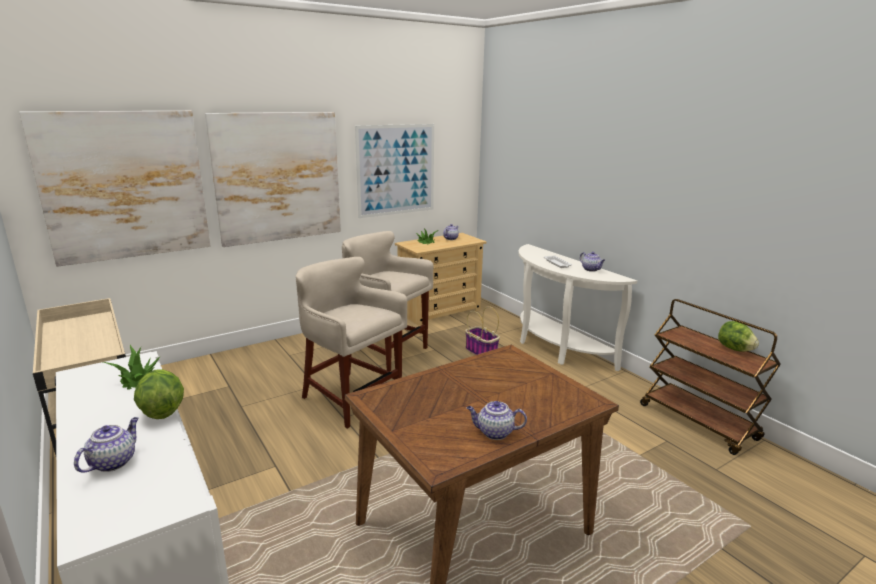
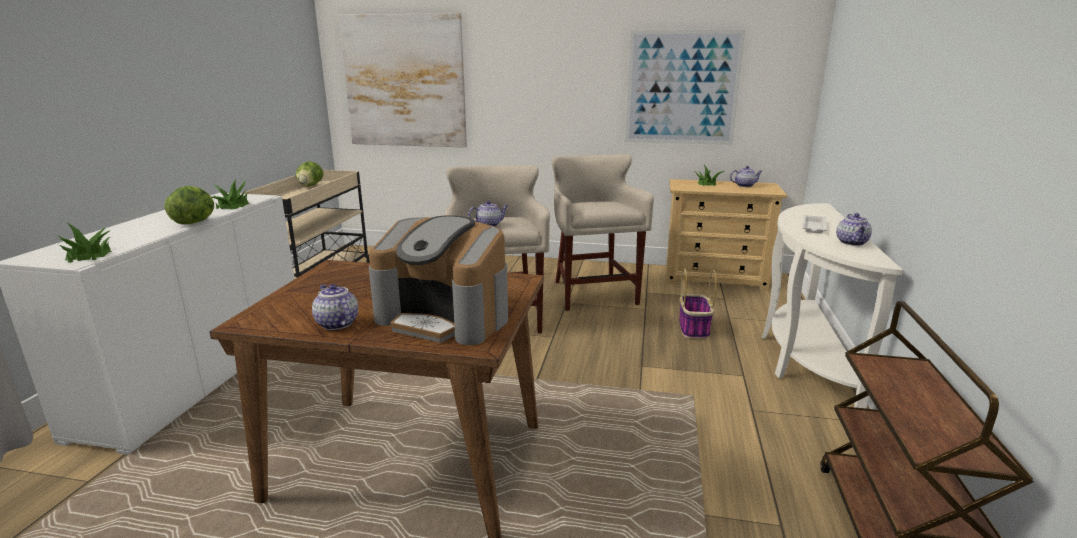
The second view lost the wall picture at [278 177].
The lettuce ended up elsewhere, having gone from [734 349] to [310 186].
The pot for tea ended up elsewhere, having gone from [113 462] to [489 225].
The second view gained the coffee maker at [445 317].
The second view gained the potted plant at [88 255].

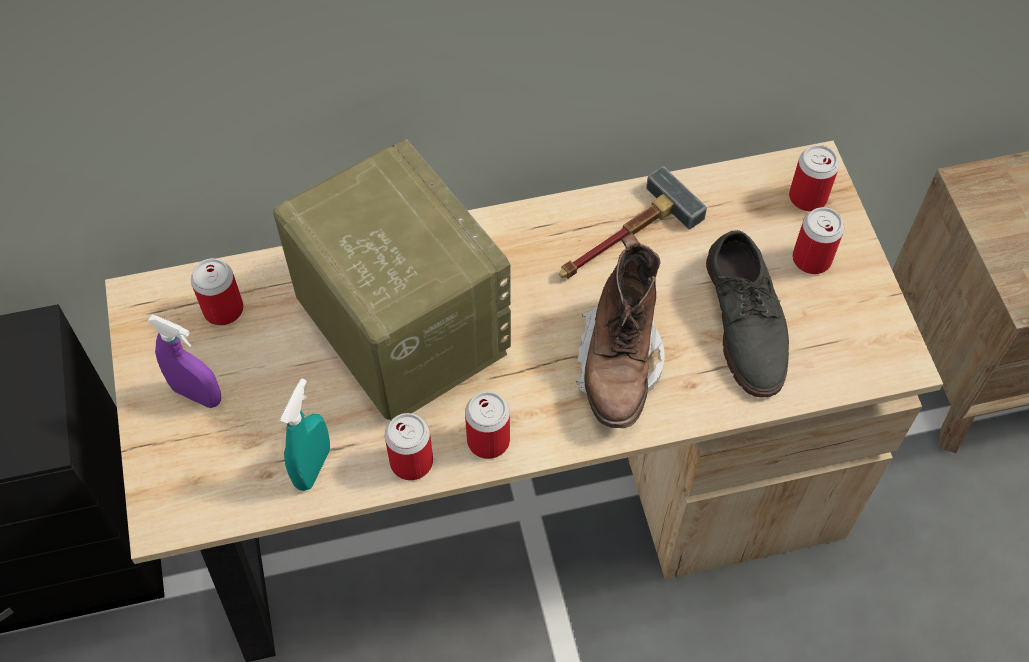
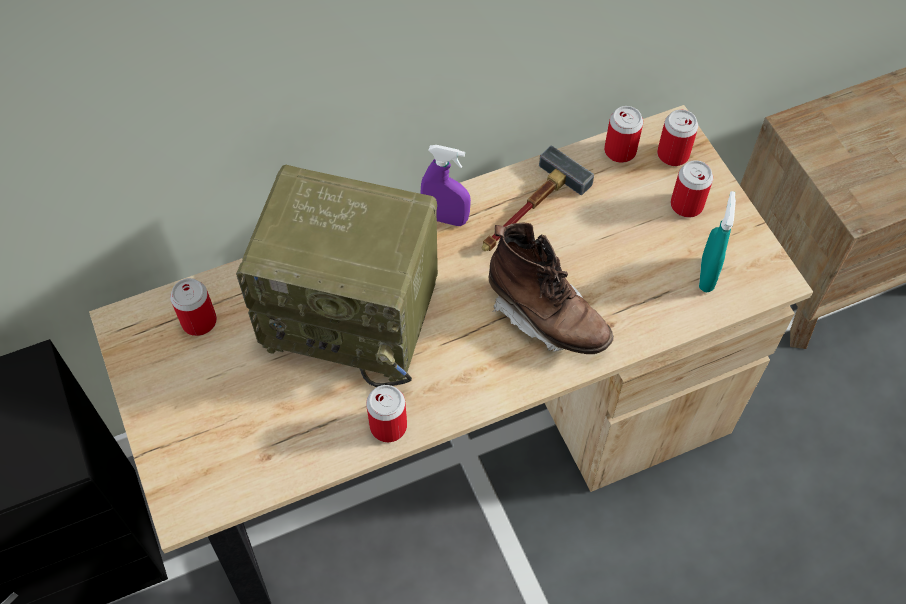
The radio at [399 326] ended up facing another way, 150 degrees clockwise from before.
The second view lost the greyish item of footwear at [746 321].
The brown-coloured boot at [619 364] ended up facing another way, 45 degrees counterclockwise from before.
The purple-coloured sprayer ended up elsewhere, having gone from [197 394] to [445 218].
The turquoise-coloured sprayer ended up elsewhere, having gone from [313 467] to [706 275].
The metal can ended up elsewhere, having gone from [488 440] to [620 151].

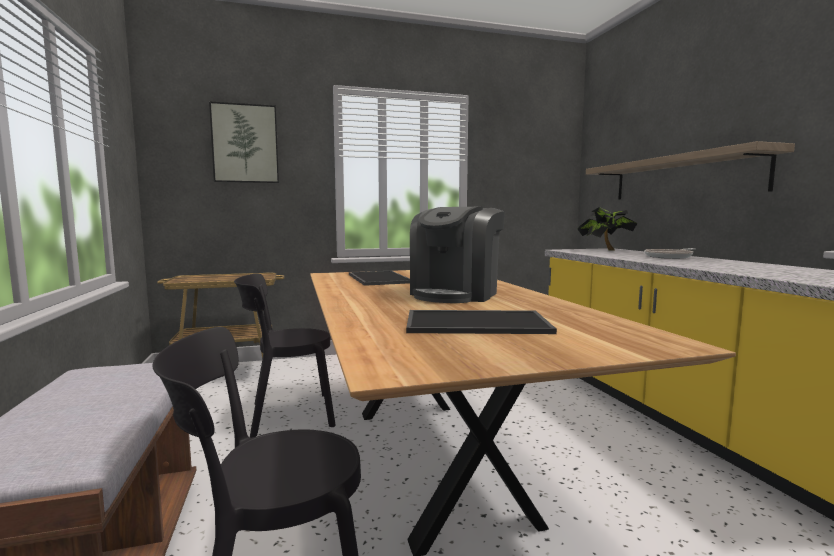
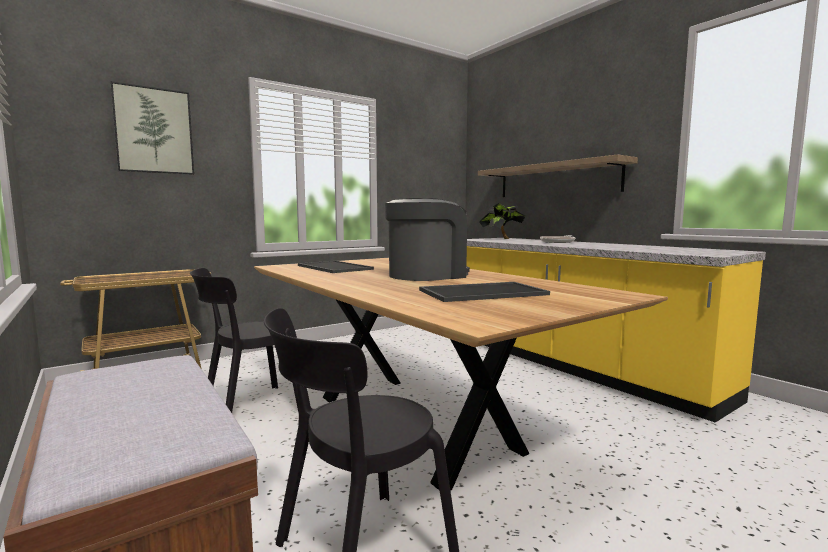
The coffee maker at [456 294] ended up facing another way, 135 degrees counterclockwise from before.

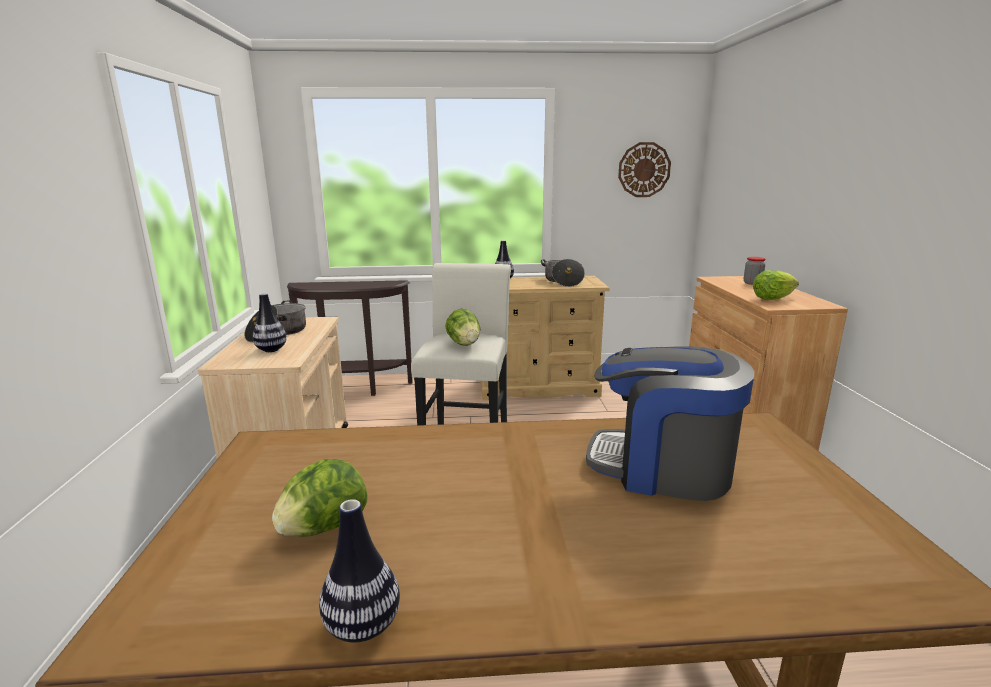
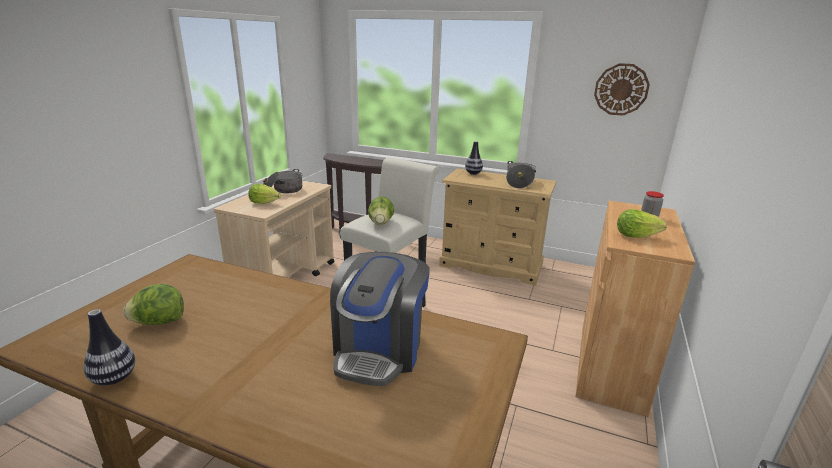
Where the flower vase stood at [271 350], the lettuce came to stand at [264 203].
The coffee maker at [662 467] ended up facing another way, 120 degrees counterclockwise from before.

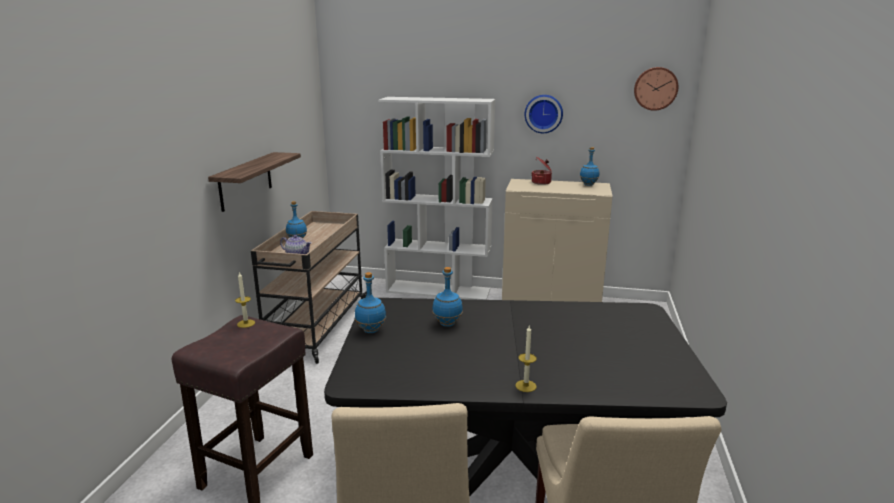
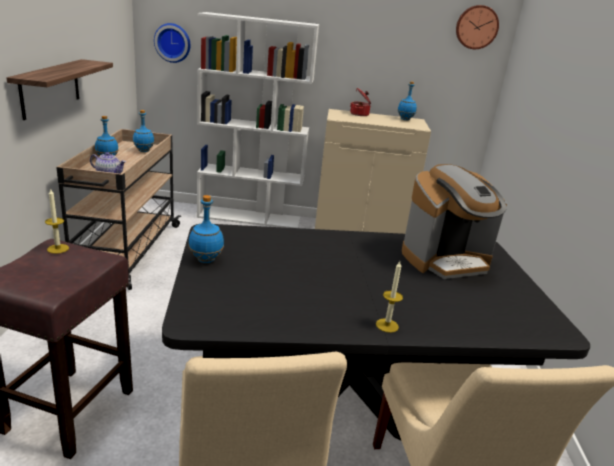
The wall clock ended up elsewhere, having gone from [543 113] to [173 42].
The blue bottle ended up elsewhere, having gone from [447 324] to [143 151].
The second view gained the coffee maker at [446 260].

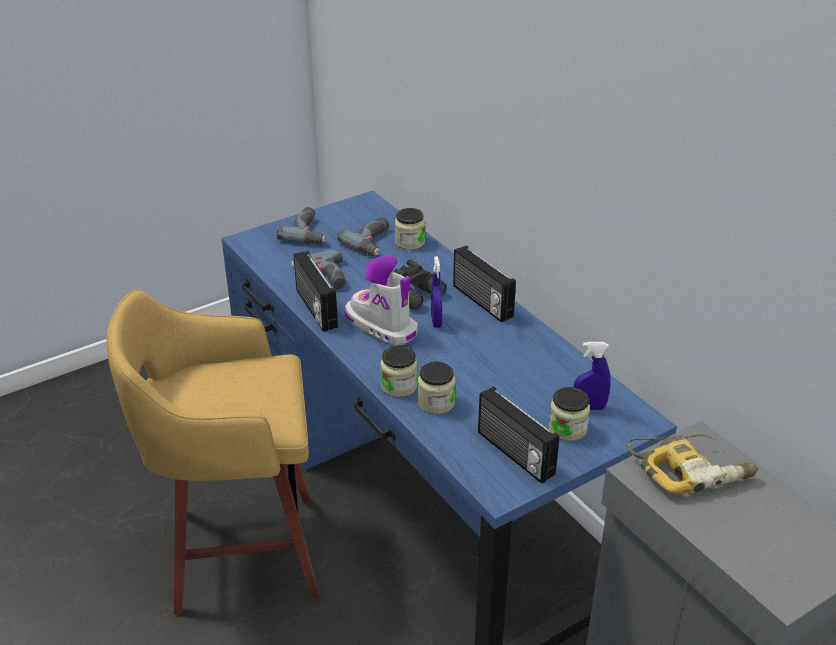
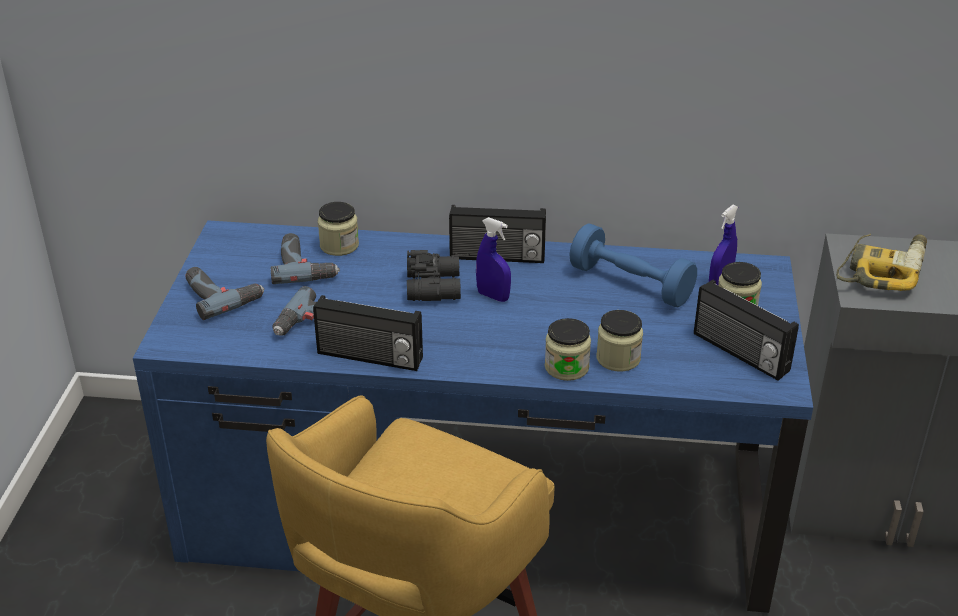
The second view lost the boot at [380 326].
The radio at [514 454] ended up facing another way, 45 degrees clockwise from before.
The second view gained the blue dumbbell at [630 284].

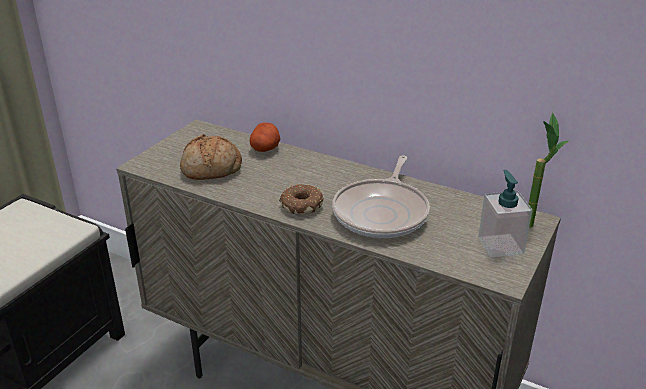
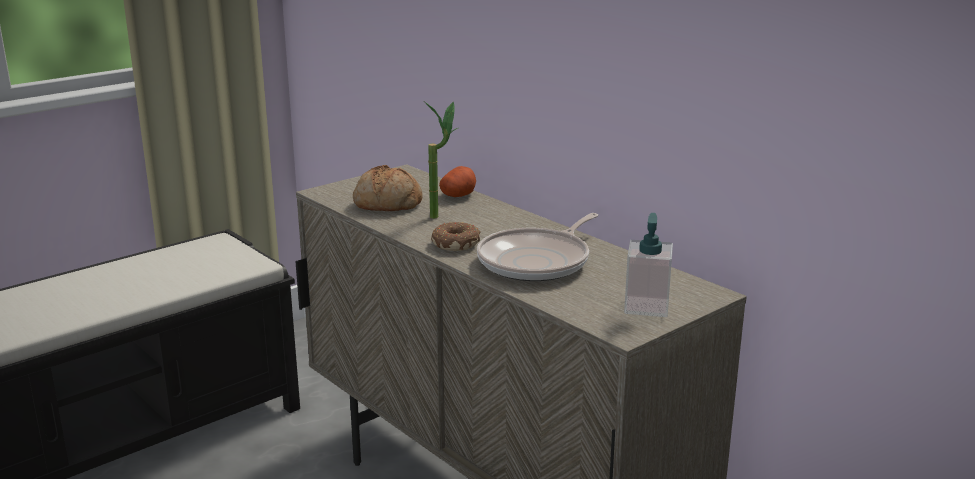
The potted plant ended up elsewhere, having gone from [532 221] to [441 215].

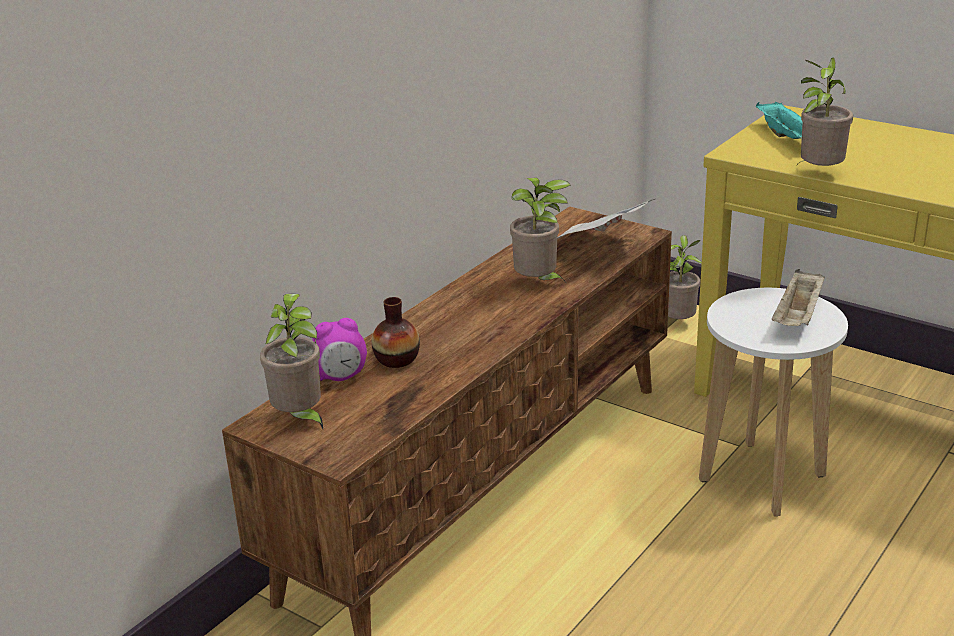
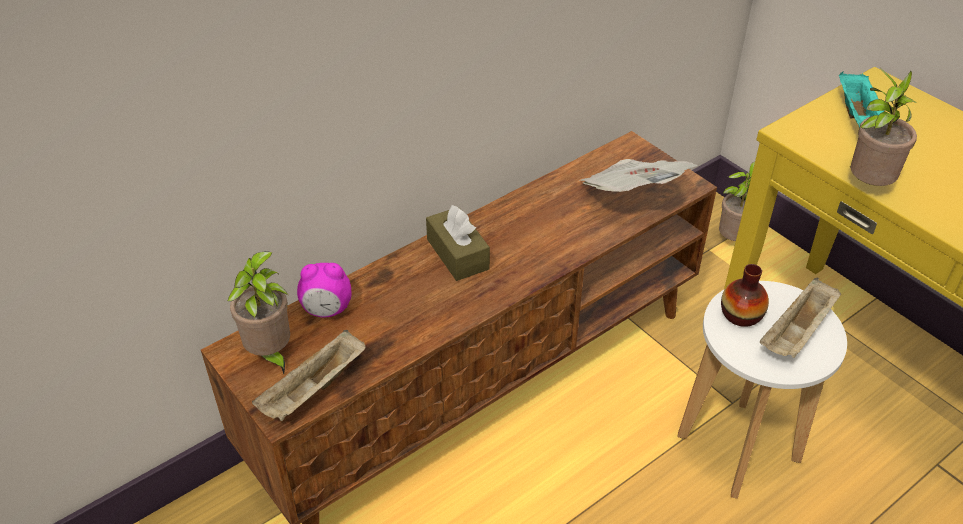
The second view lost the potted plant at [538 284].
The flower vase ended up elsewhere, having gone from [397 359] to [741 315].
The second view gained the brown-coloured tissue box at [457 254].
The second view gained the beige-coloured carrying tray at [314 390].

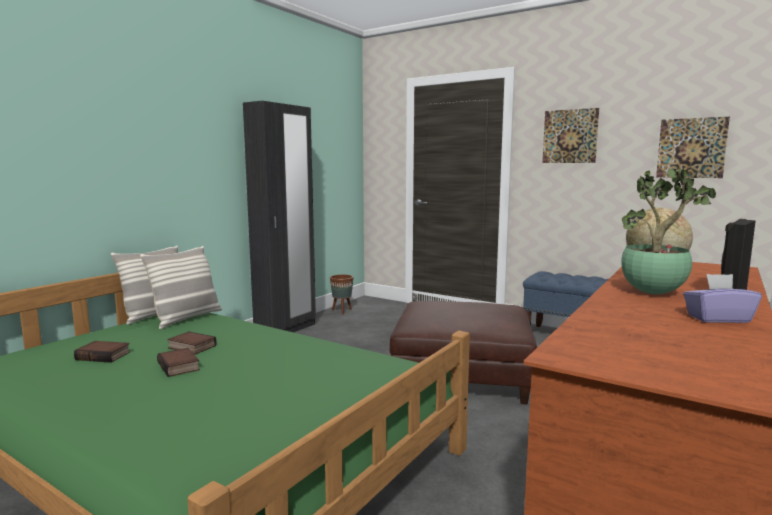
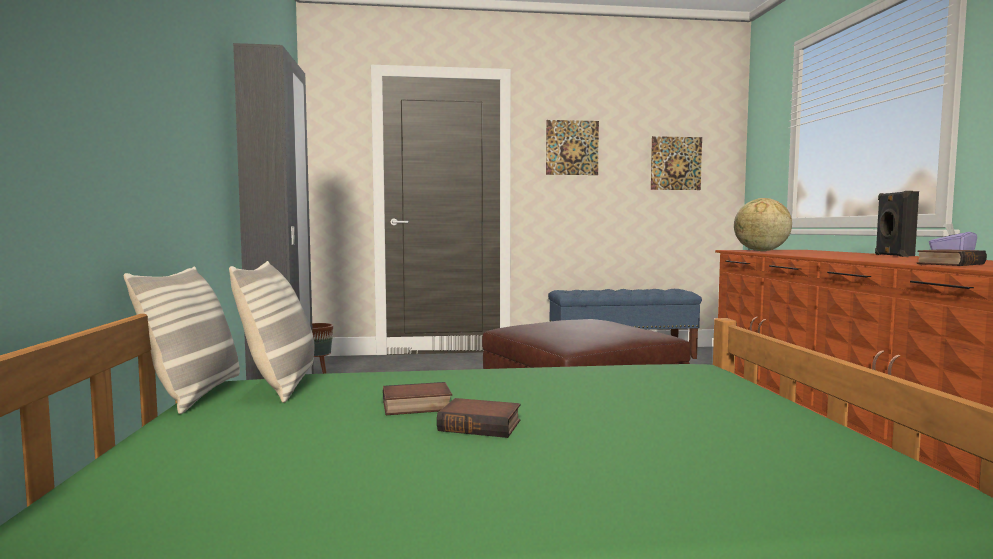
The second view lost the potted plant at [654 293].
The volume ended up elsewhere, having gone from [104 355] to [948 264].

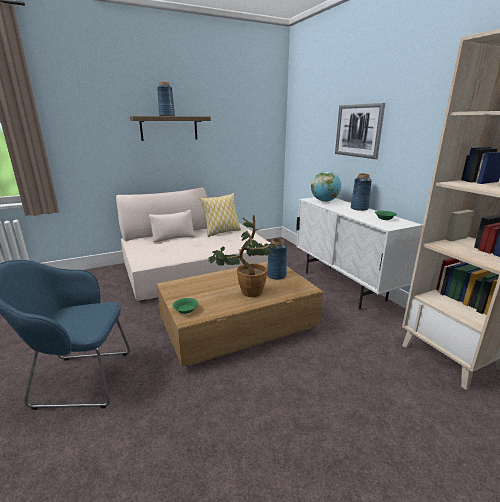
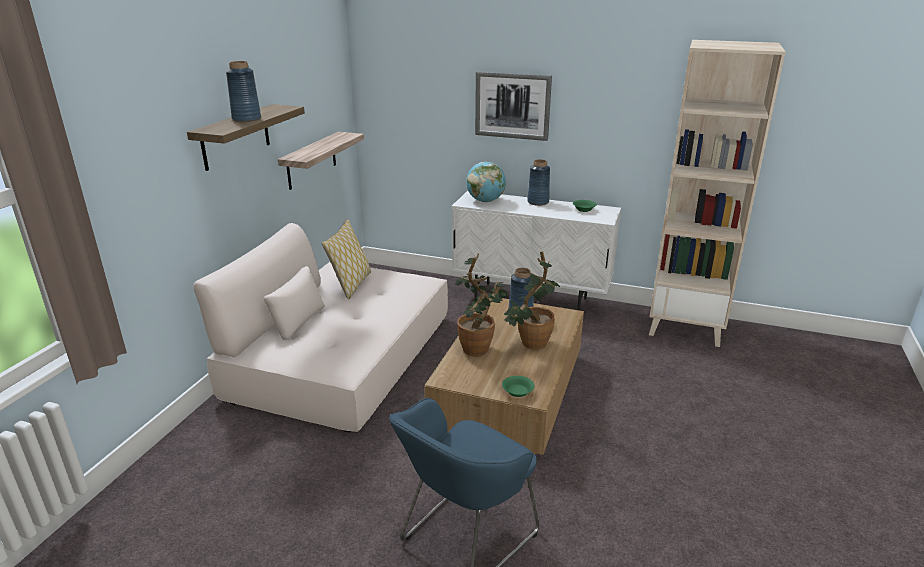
The second view gained the wall shelf at [311 160].
The second view gained the potted plant at [480 346].

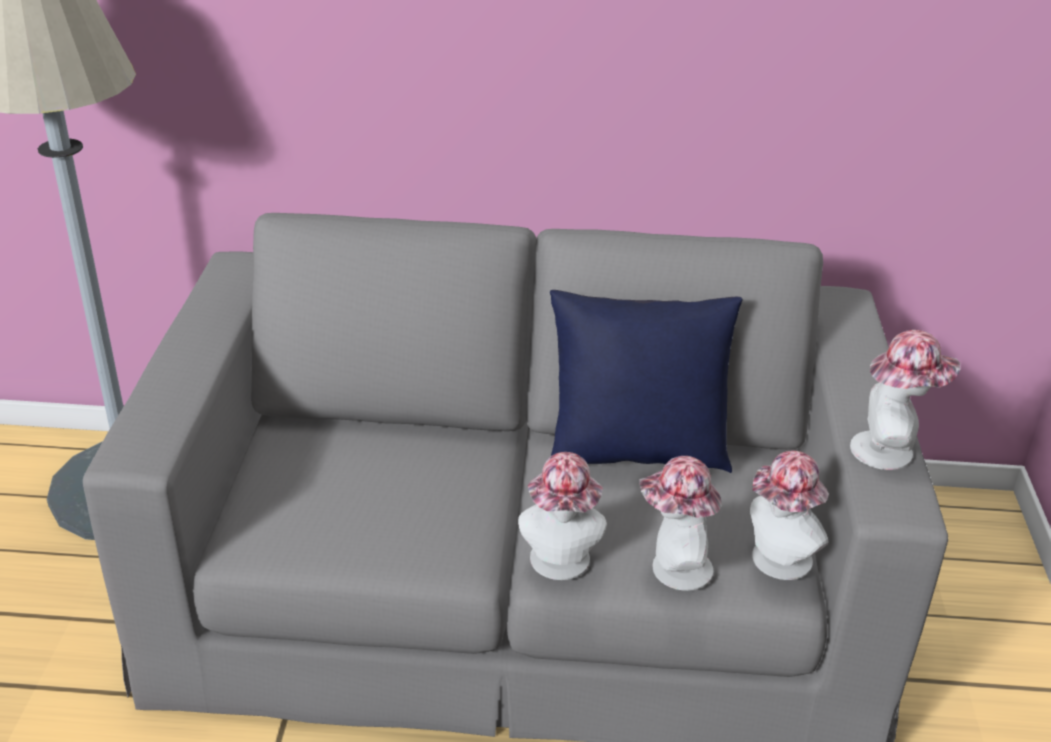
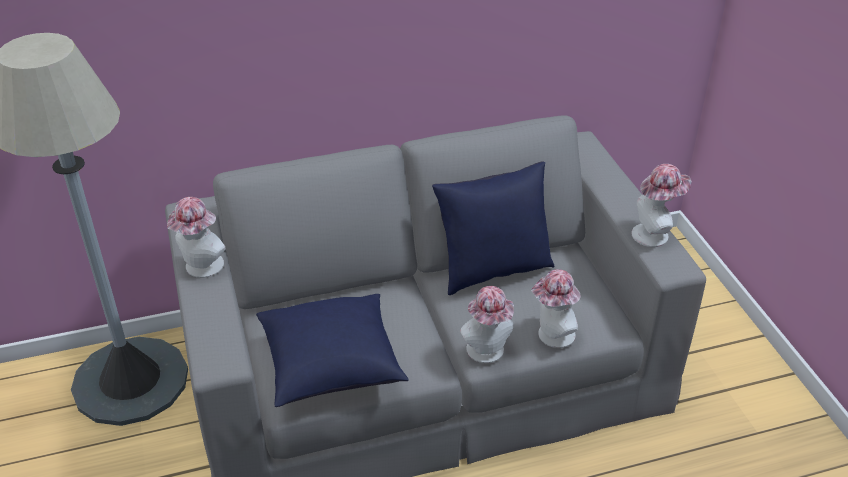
The hat ended up elsewhere, having gone from [776 563] to [201 268].
The second view gained the blue pillow at [331 366].

